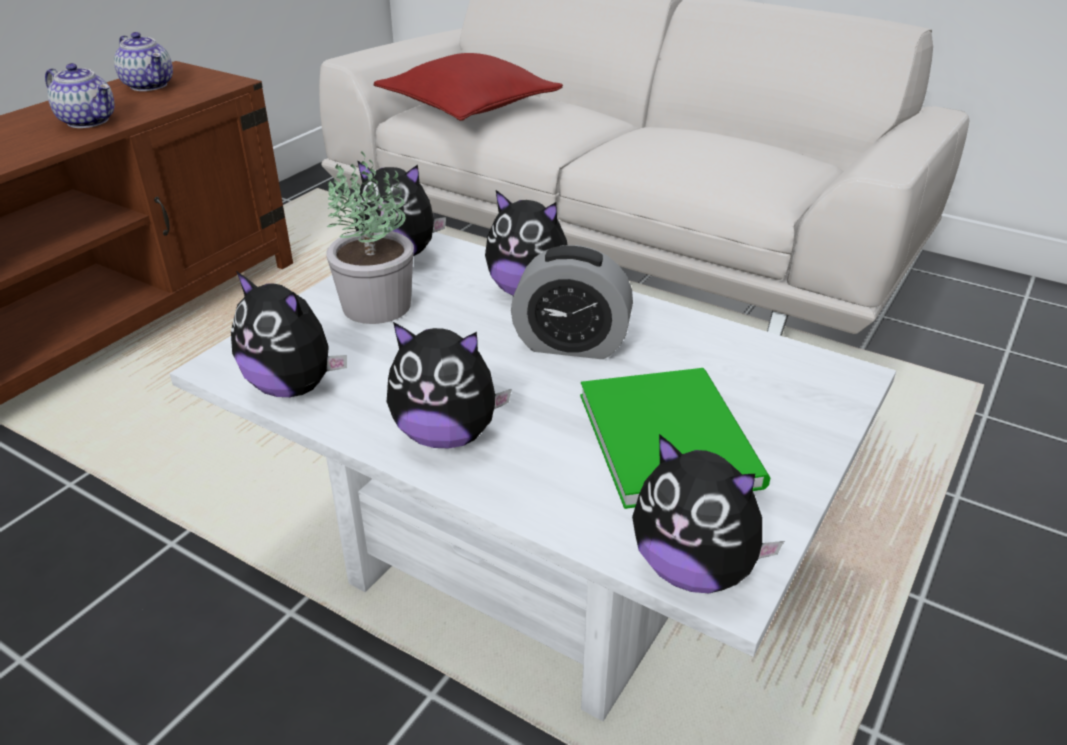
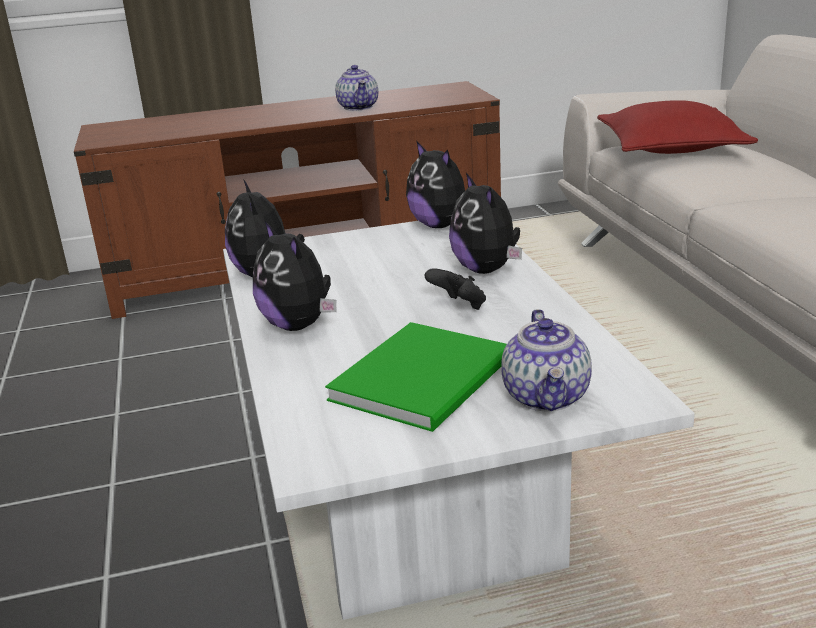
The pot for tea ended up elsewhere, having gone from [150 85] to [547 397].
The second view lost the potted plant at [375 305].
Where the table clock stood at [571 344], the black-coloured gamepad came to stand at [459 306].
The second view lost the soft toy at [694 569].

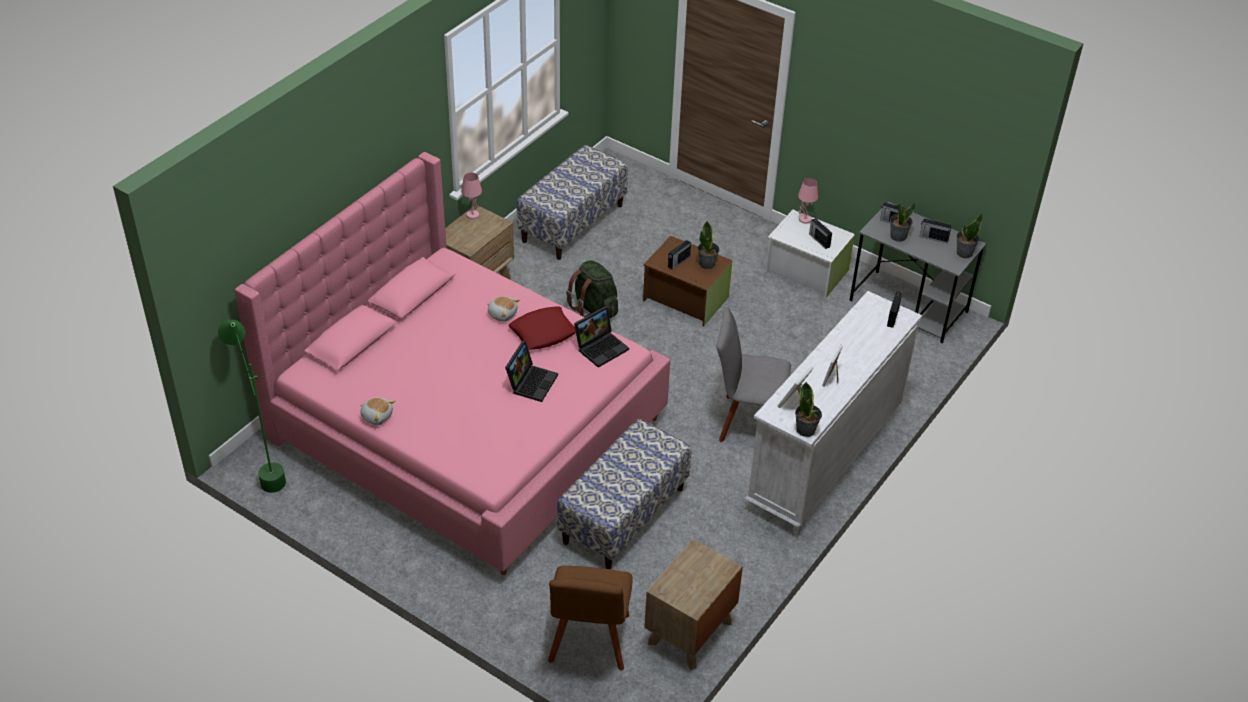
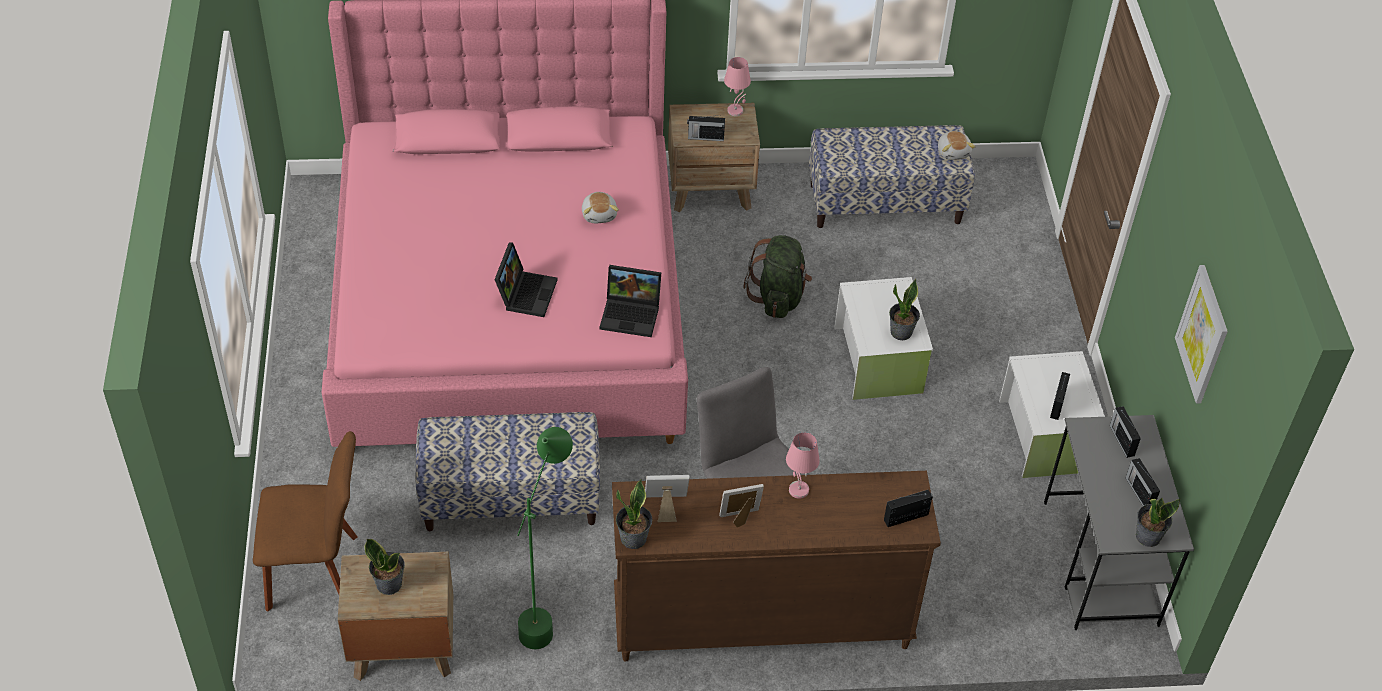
The pink tabletop lamp ended up elsewhere, having gone from [804 219] to [798 490].
The potted plant ended up elsewhere, having gone from [898 236] to [389 584].
What was the brown-coloured storage box at [686 298] turned into the white storage box at [879 359].
The radio ended up elsewhere, having gone from [678 262] to [705 137].
What was the white drawer chest at [824 460] turned into the brown-coloured drawer chest at [761 623].
The second view lost the red pillow at [543 332].
The green floor lamp ended up elsewhere, having gone from [265 469] to [546 611].
The notebook computer at [531 382] ended up facing another way, 60 degrees counterclockwise from before.
The soft toy ended up elsewhere, having gone from [377 416] to [953 152].
The brown-coloured upright chair at [589 642] ended up facing another way, 150 degrees counterclockwise from before.
The second view gained the wall picture at [1202 334].

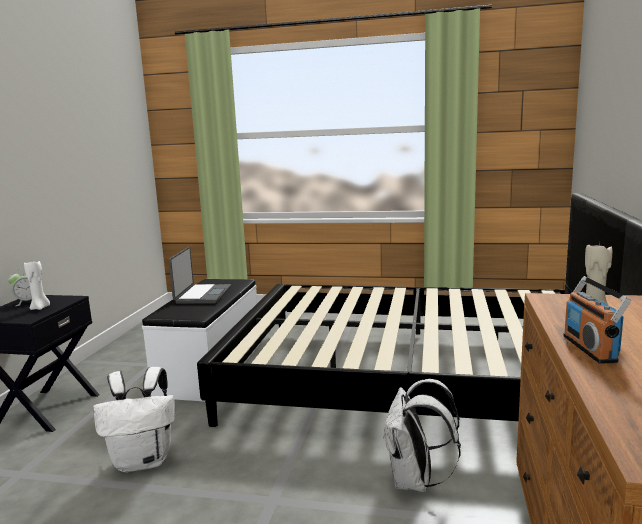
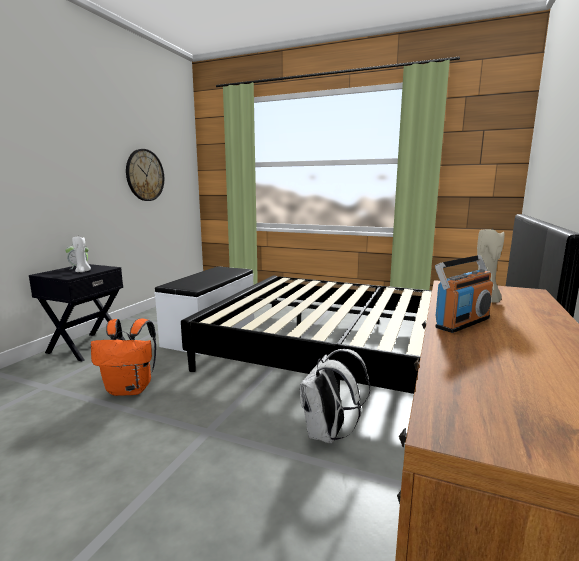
The second view lost the notebook computer at [202 295].
The radio at [590 348] ended up facing another way, 135 degrees counterclockwise from before.
What was the white backpack at [144 461] turned into the orange-coloured backpack at [131 389].
The second view gained the wall clock at [145 175].

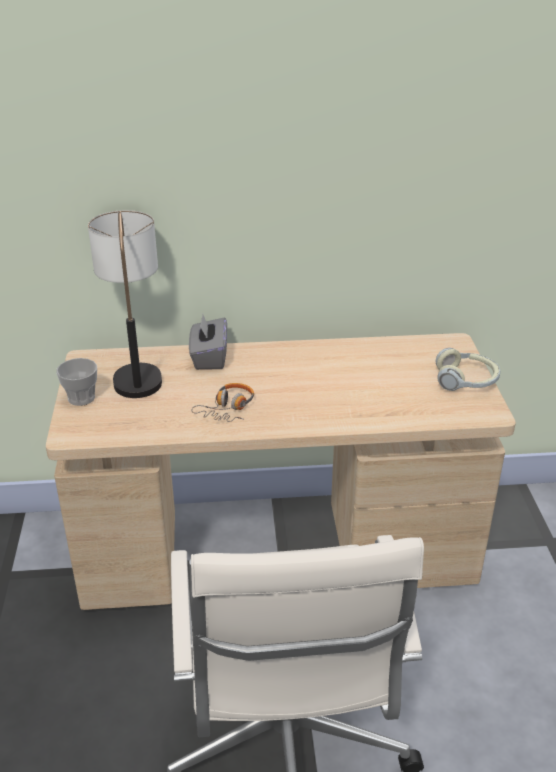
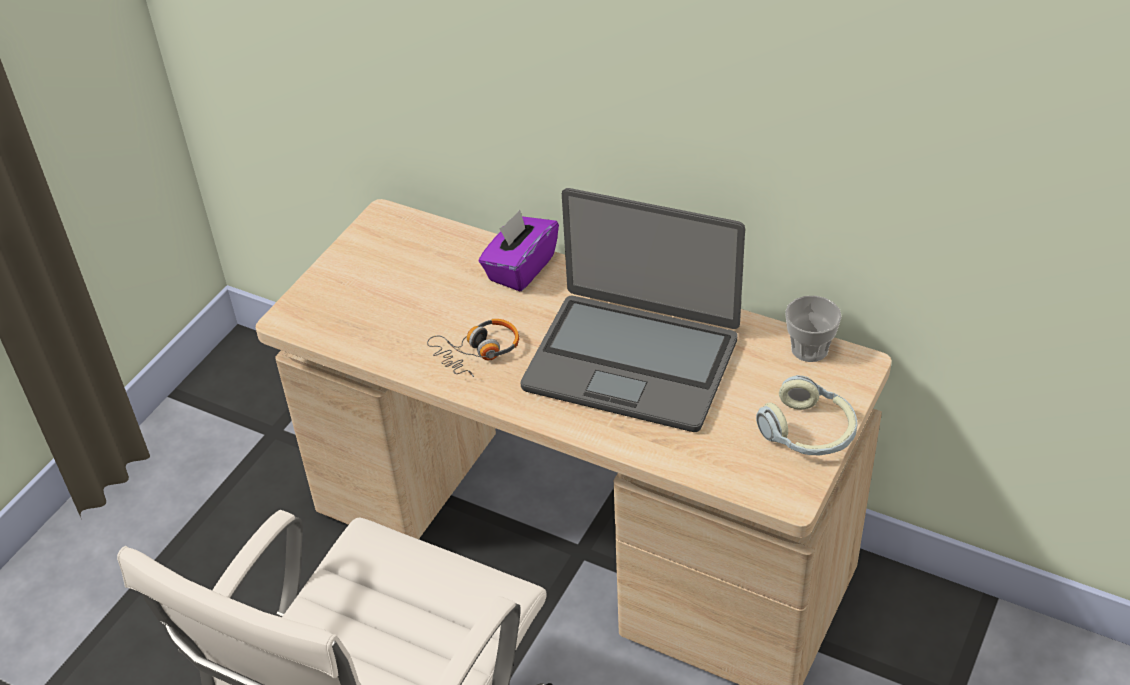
The second view lost the tabletop lamp at [137 368].
What was the greyish tissue box at [209 358] turned into the purple-coloured tissue box at [520 268].
The cup ended up elsewhere, having gone from [81 398] to [809 349].
The second view gained the notebook computer at [632 361].

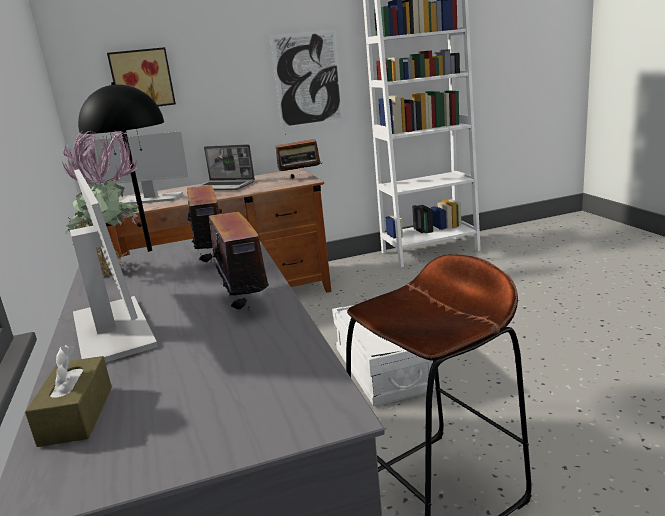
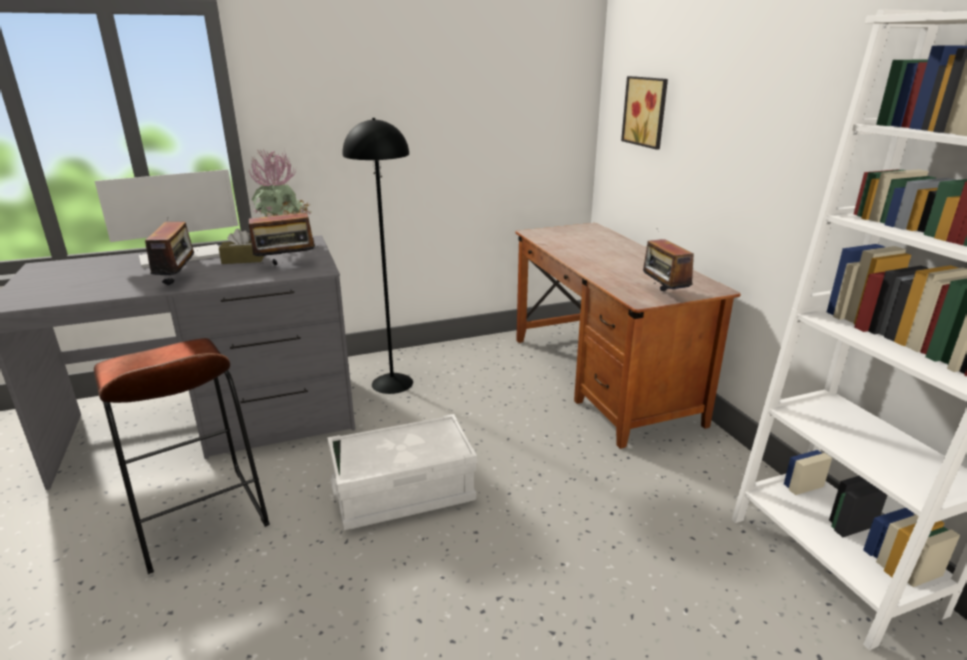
The second view lost the wall picture at [308 79].
The second view lost the computer display at [150 199].
The second view lost the notebook computer at [224 186].
The radio at [245 300] ended up facing another way, 75 degrees counterclockwise from before.
The brown-coloured tissue box ended up elsewhere, having gone from [77 415] to [243 260].

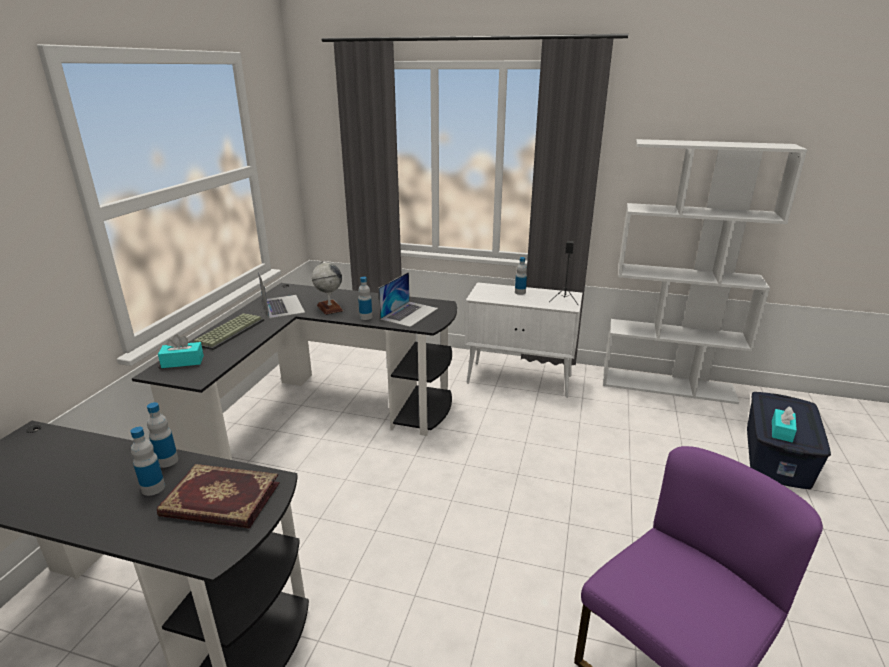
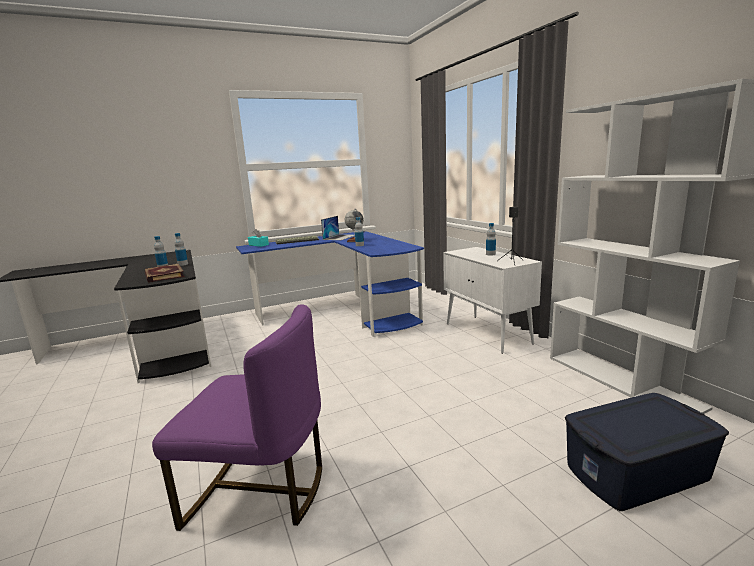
The second view lost the notebook computer at [409 313].
What was the black-coloured desk table at [322 417] turned into the blue desk table at [344 312].
The second view lost the turquoise-coloured tissue box at [781 431].

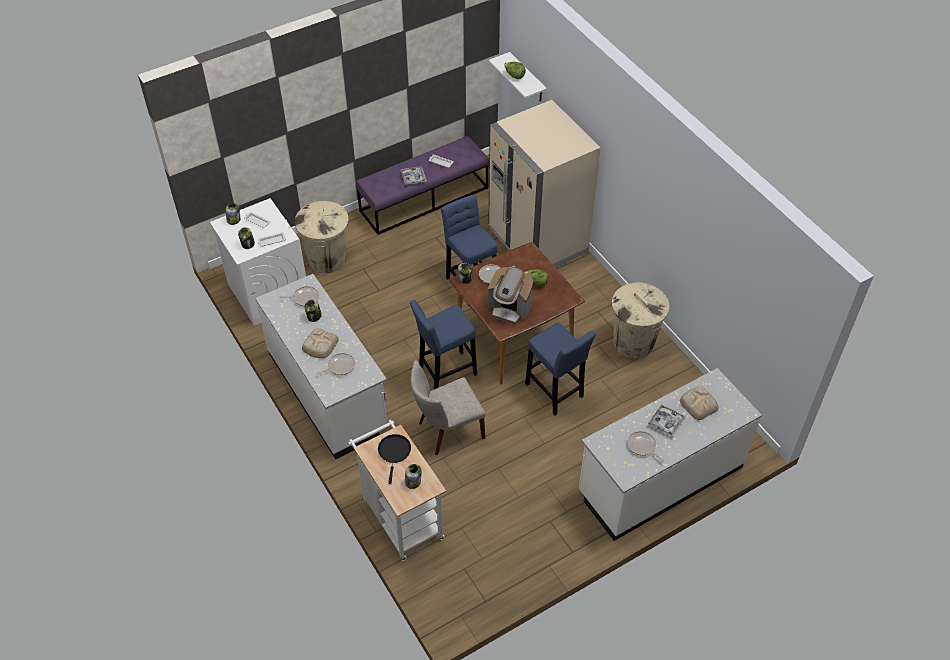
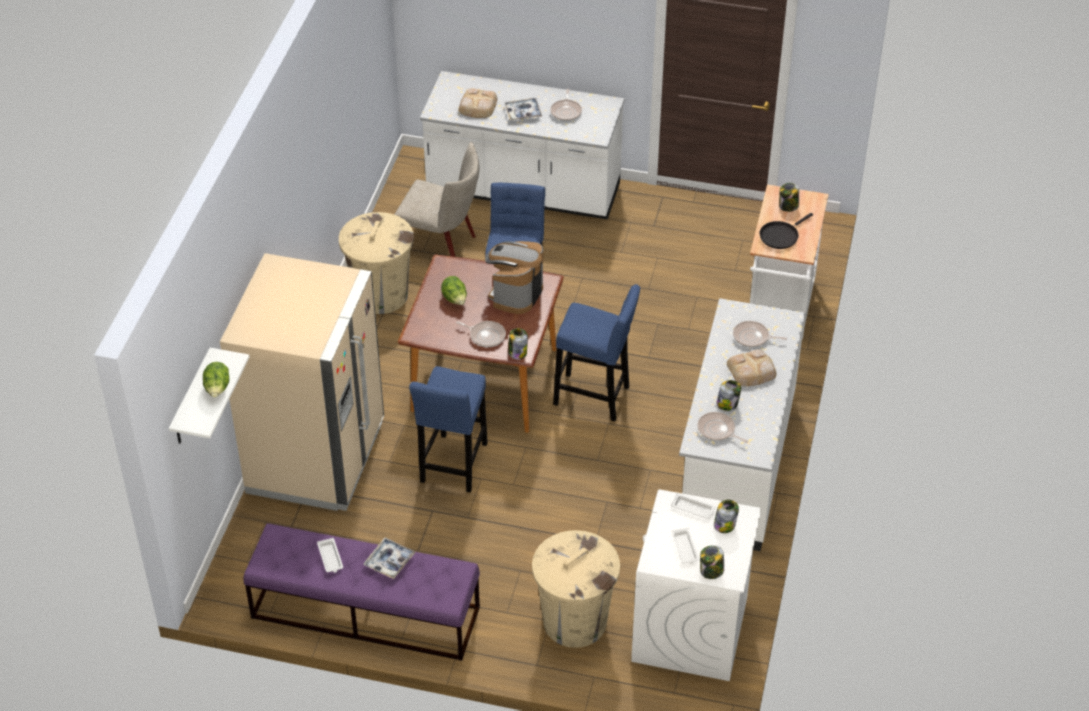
The coffee maker at [509 309] ended up facing another way, 135 degrees counterclockwise from before.
The beige-coloured upright chair ended up elsewhere, having gone from [447 431] to [441 246].

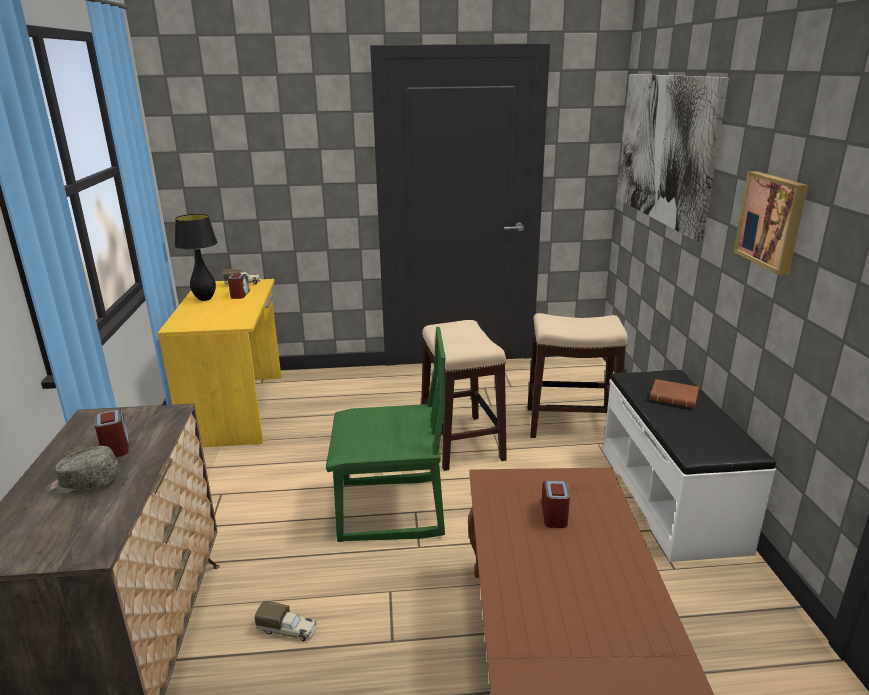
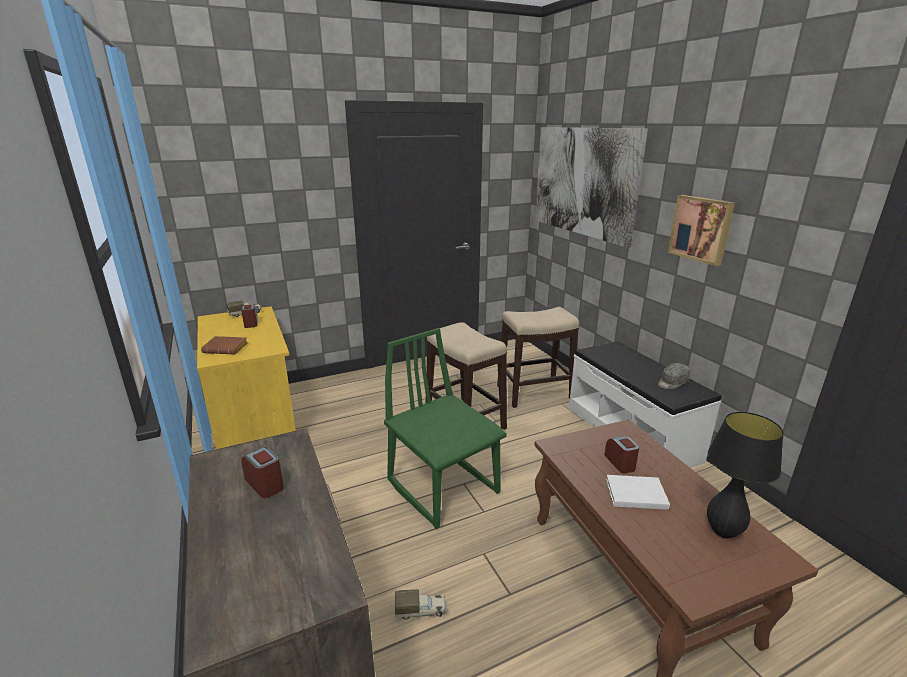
The black-coloured tabletop lamp ended up elsewhere, having gone from [205 299] to [723 532].
The green upright chair at [391 510] ended up facing another way, 105 degrees counterclockwise from before.
The brown-coloured volume ended up elsewhere, having gone from [675 397] to [227 348].
The greyish peaked cap ended up elsewhere, having gone from [84 483] to [672 383].
The second view gained the white volume at [634 493].

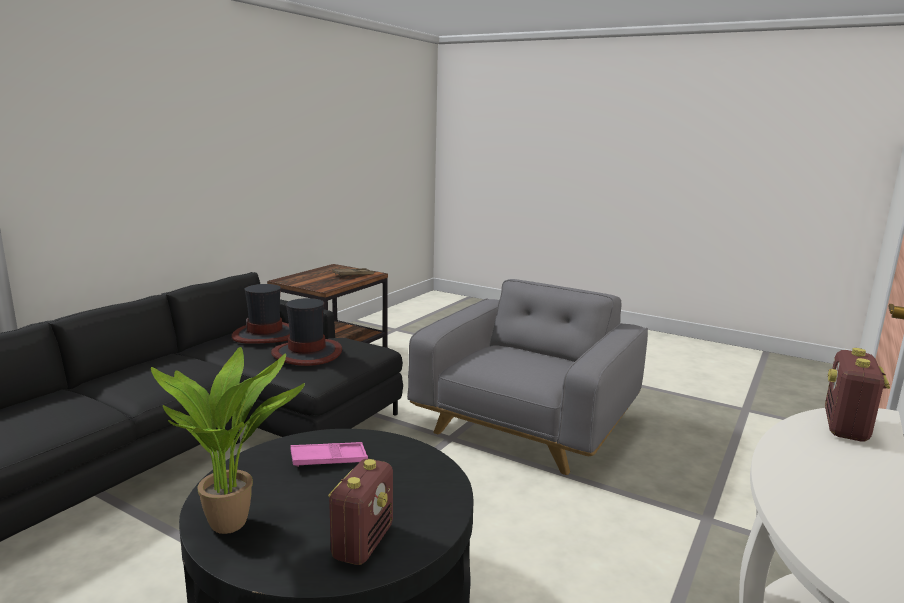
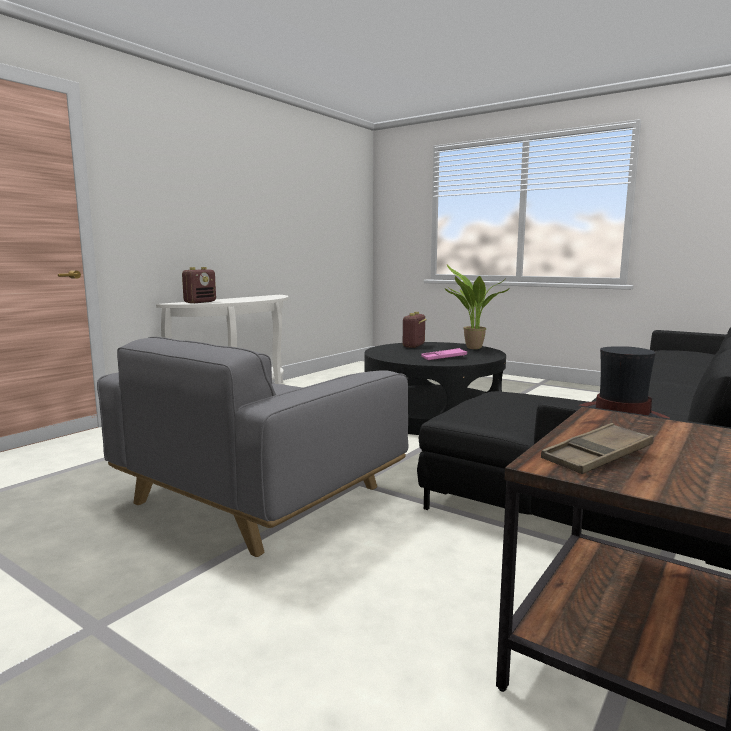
The second view lost the hat at [307 353].

